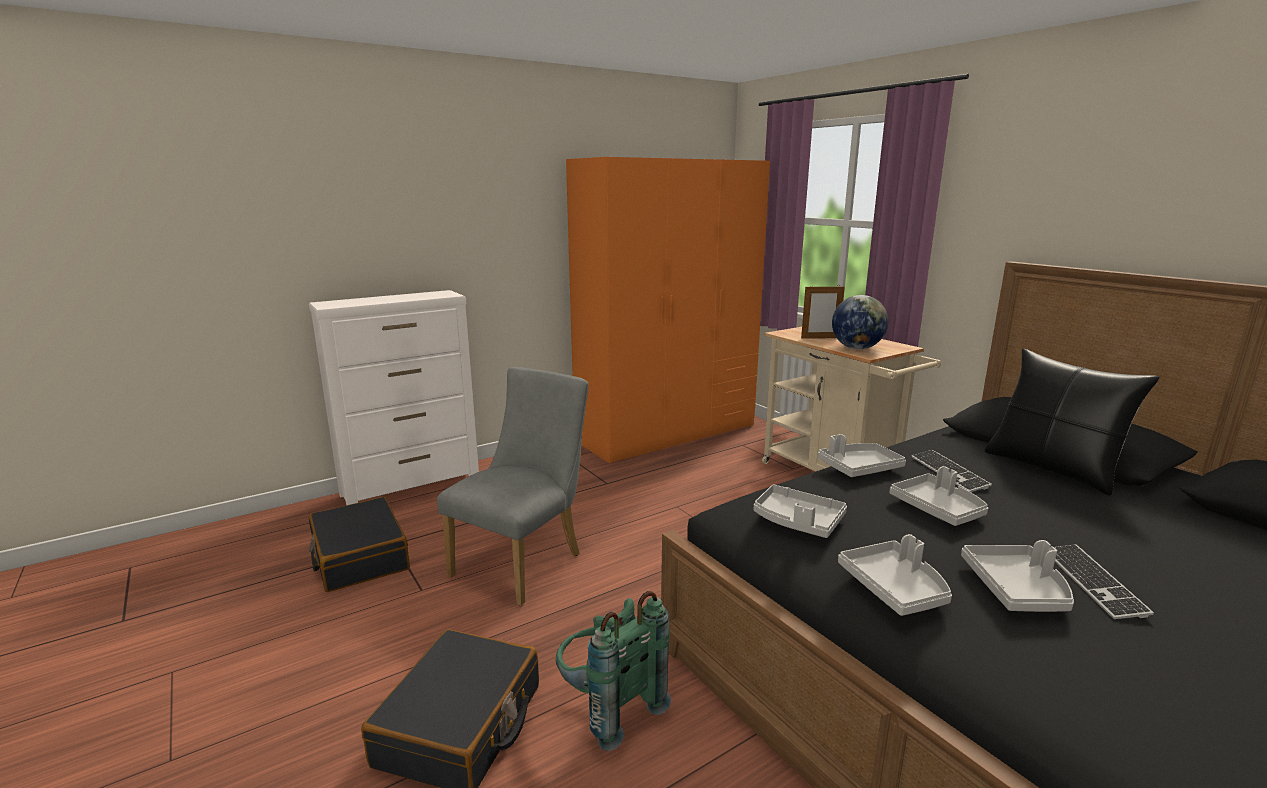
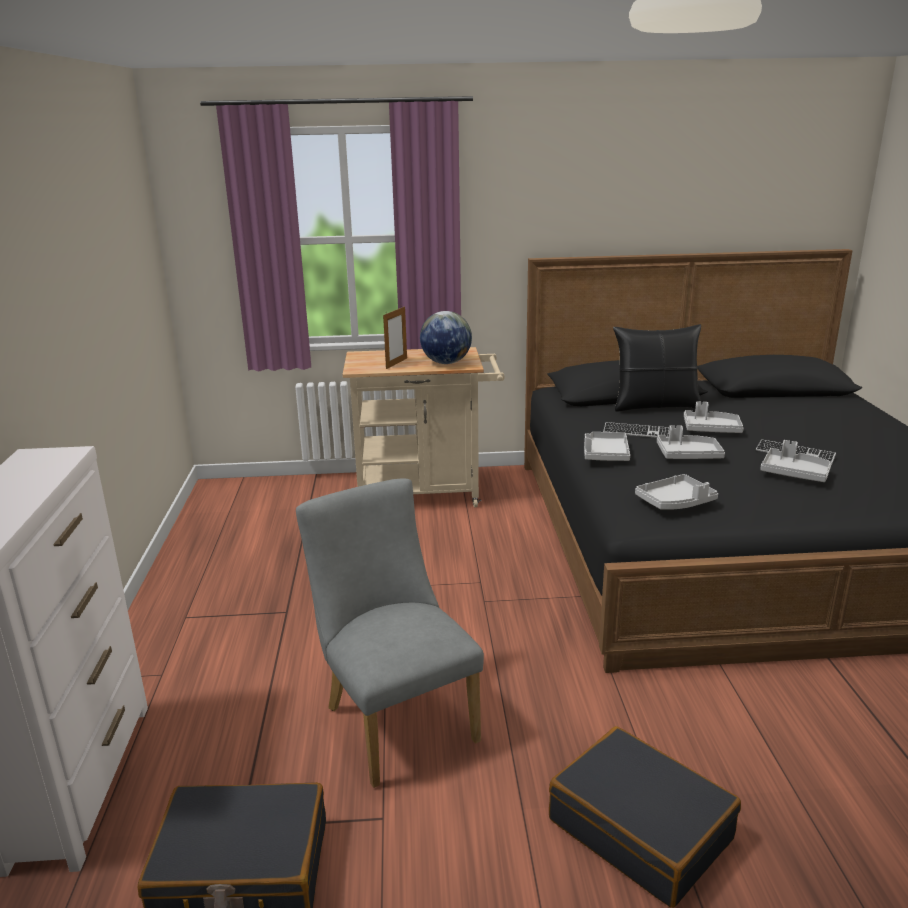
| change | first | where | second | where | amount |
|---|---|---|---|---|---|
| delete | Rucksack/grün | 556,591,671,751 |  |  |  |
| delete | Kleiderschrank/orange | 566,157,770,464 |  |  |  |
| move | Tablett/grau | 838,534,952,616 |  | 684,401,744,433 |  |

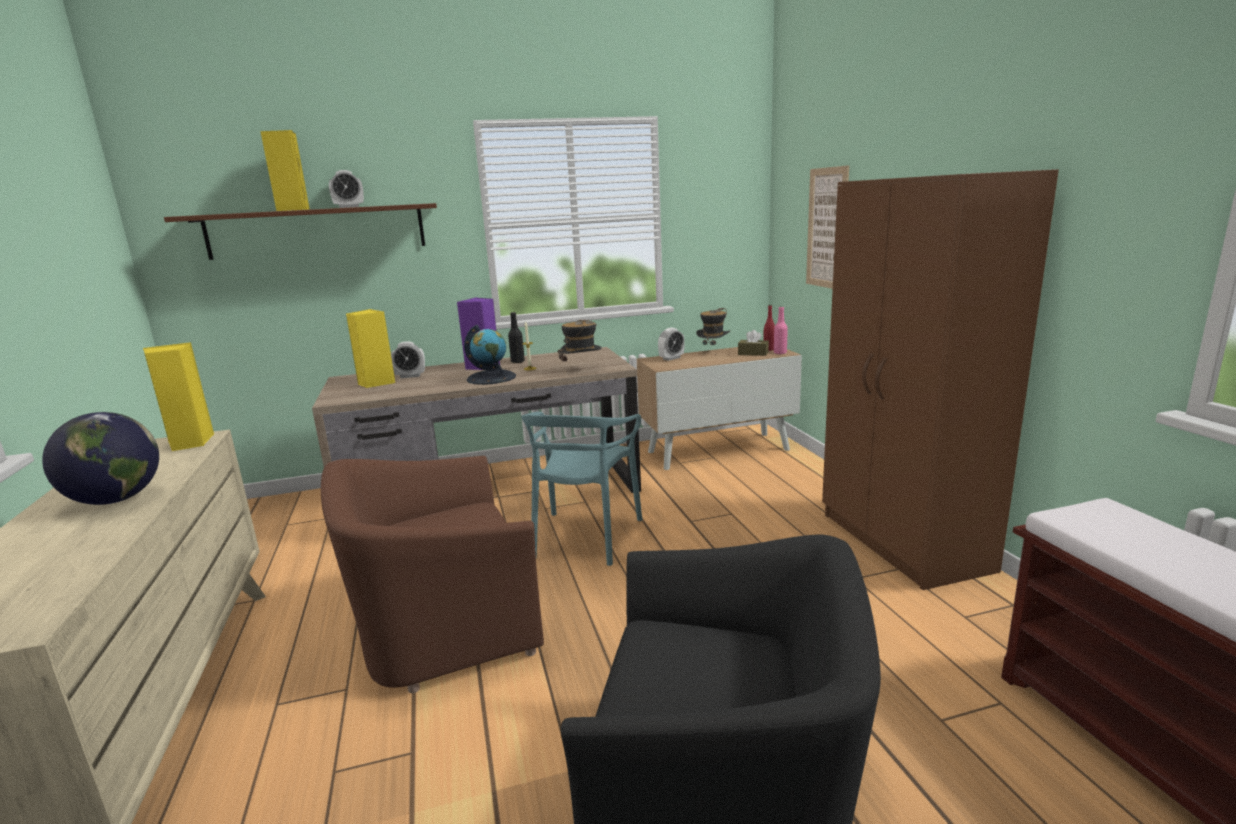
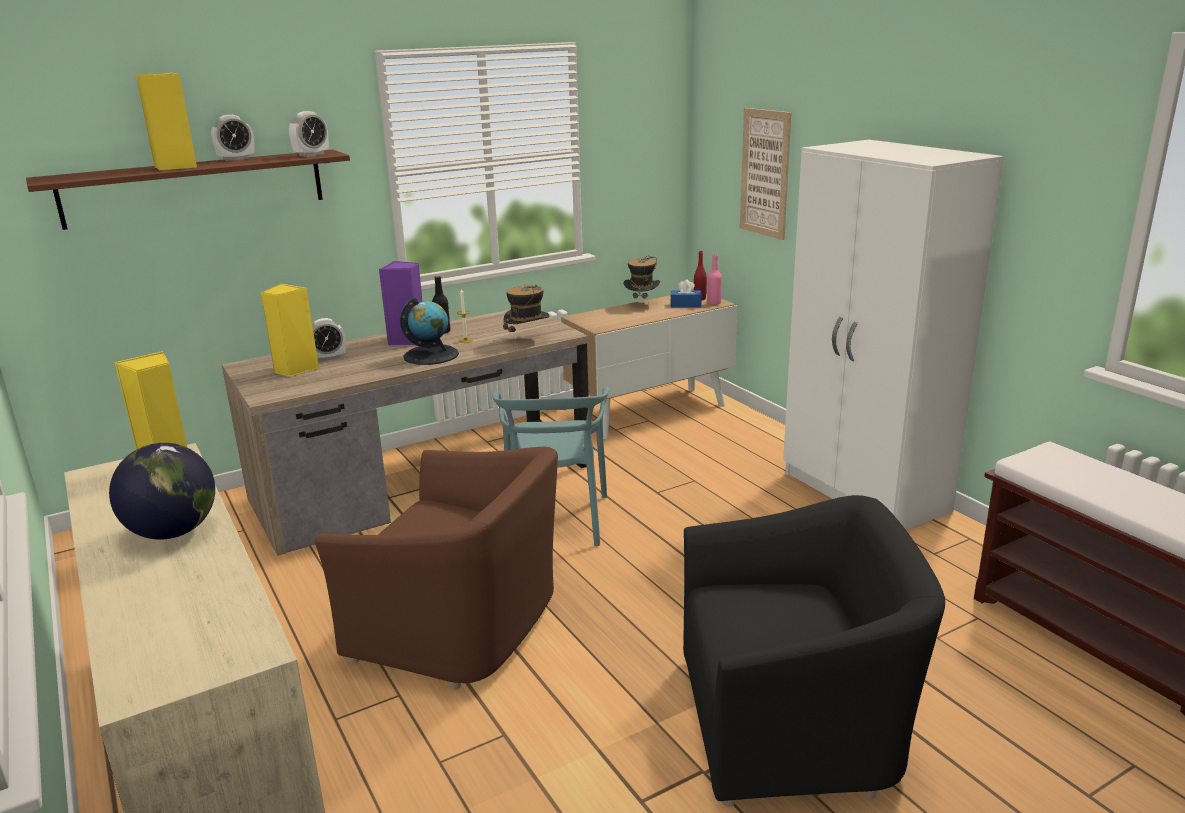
| change | first | where | second | where | amount |
|---|---|---|---|---|---|
| move | Wecker | 658,328,685,361 |  | 289,111,329,157 |  |
| recolor | Taschentuchbox/braun | 738,330,769,356 | Taschentuchbox/blau | 670,279,702,308 |  |
| recolor | Kleiderschrank/braun | 822,169,1059,590 | Kleiderschrank/weiß | 783,140,1004,530 |  |
| rotate | Sessel/braun | 321,456,544,693 |  | 315,447,558,690 | 120 degrees counterclockwise |

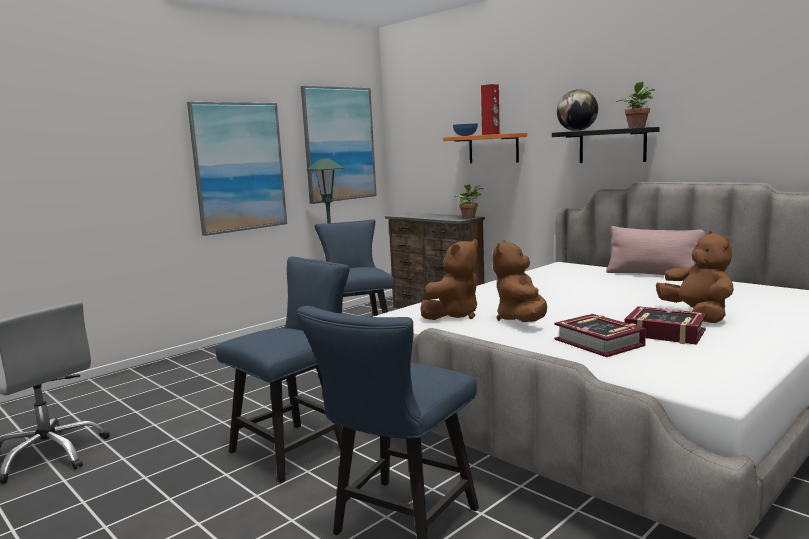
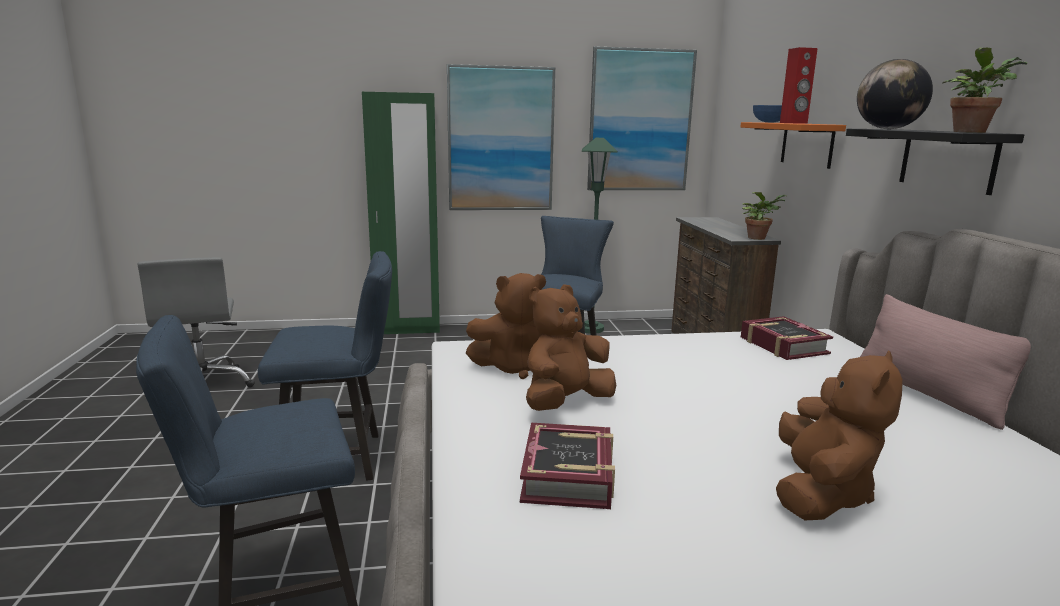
| change | first | where | second | where | amount |
|---|---|---|---|---|---|
| insert |  |  | Kleiderschrank/grün | 362,92,440,334 |  |
| move | Buch | 625,306,707,345 |  | 741,316,833,360 |  |

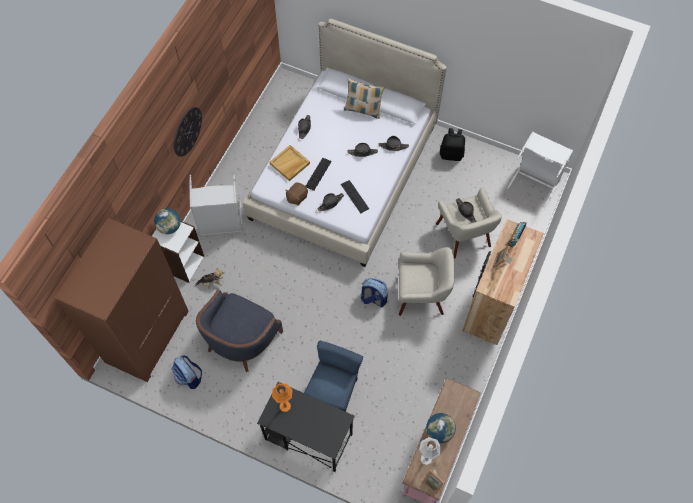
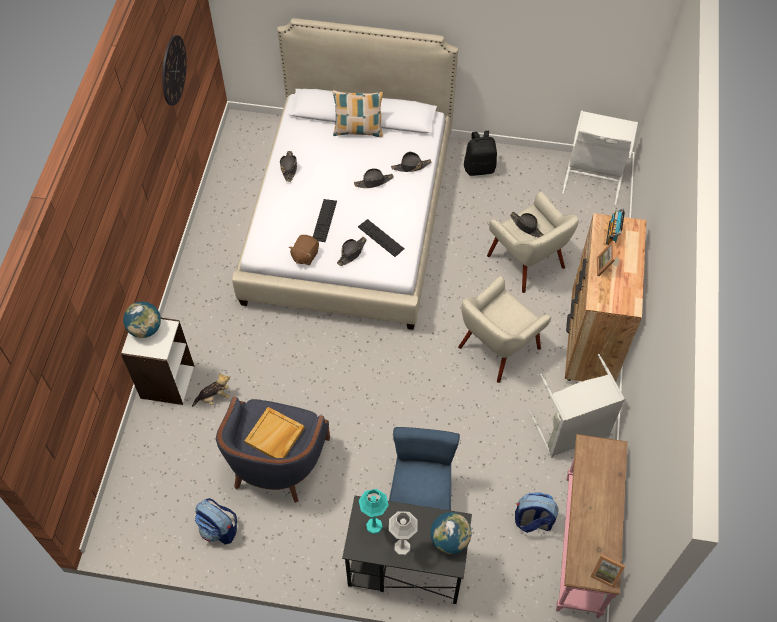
| change | first | where | second | where | amount |
|---|---|---|---|---|---|
| delete | Kleiderschrank/braun | 55,218,189,382 |  |  |  |
| move | Wanduhr | 174,107,202,157 |  | 162,35,187,106 |  |
| move | Wäschekorb/grau | 189,171,243,236 |  | 530,354,625,458 |  |
| move | Tablett/beige | 269,145,310,181 |  | 245,407,305,458 |  |
| move | Rucksack | 361,278,388,307 |  | 515,492,558,533 |  |
| move | Tischlampe/grau | 419,437,441,465 |  | 389,511,418,555 |  |
| move | Globus | 426,413,456,443 |  | 431,512,471,554 |  |
| recolor | Tischlampe/orange | 272,384,292,412 | Tischlampe/türkis | 359,489,389,534 |  |
| rotate | Sessel/beige | 399,247,455,316 |  | 458,276,551,383 | 150 degrees clockwise |

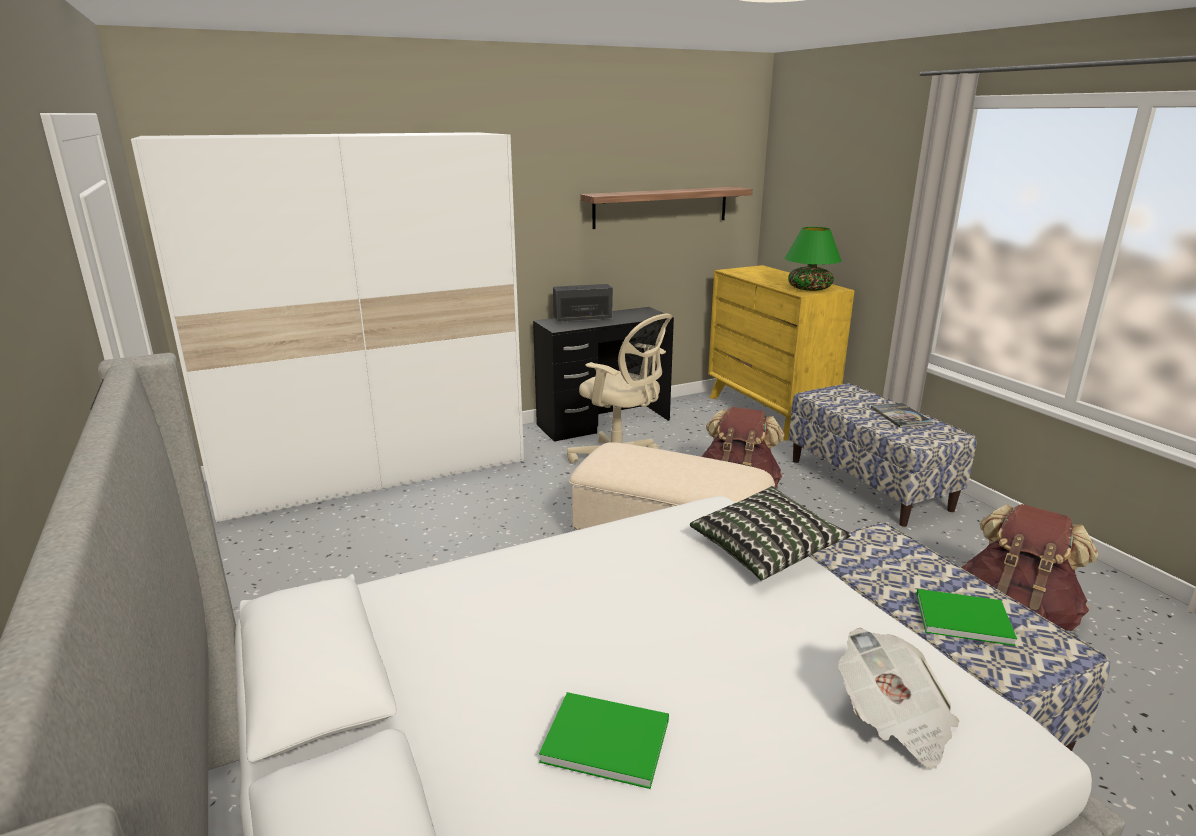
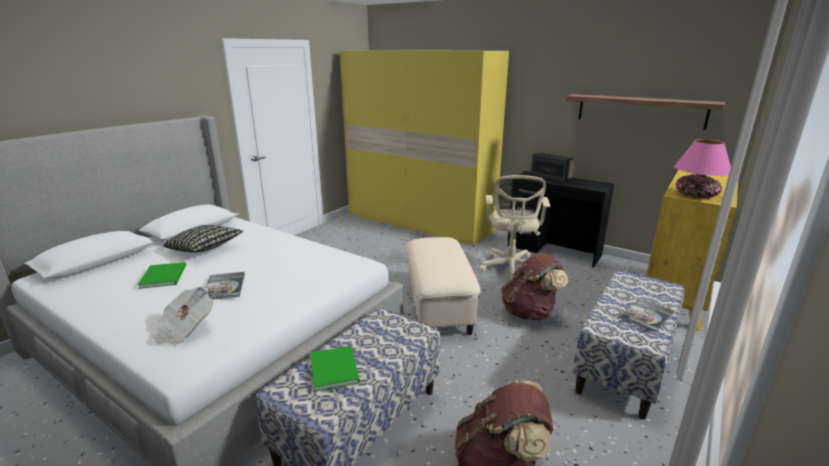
| change | first | where | second | where | amount |
|---|---|---|---|---|---|
| insert |  |  | Buch | 206,272,245,300 |  |
| move | Kissen | 690,486,851,581 |  | 163,225,243,253 |  |
| recolor | Kleiderschrank/weiß | 131,132,524,522 | Kleiderschrank/gelb | 340,50,509,246 |  |
| recolor | Tischlampe/grün | 785,227,842,291 | Tischlampe/rosa | 674,139,731,198 |  |

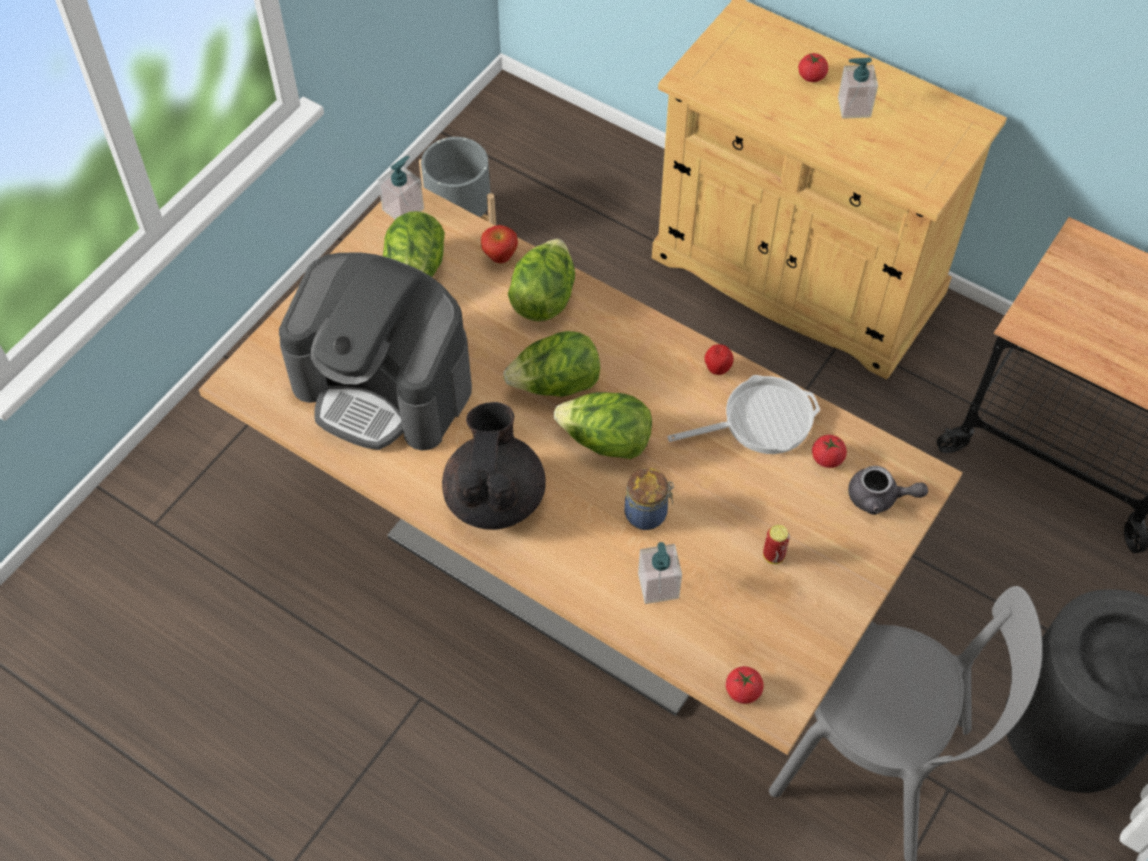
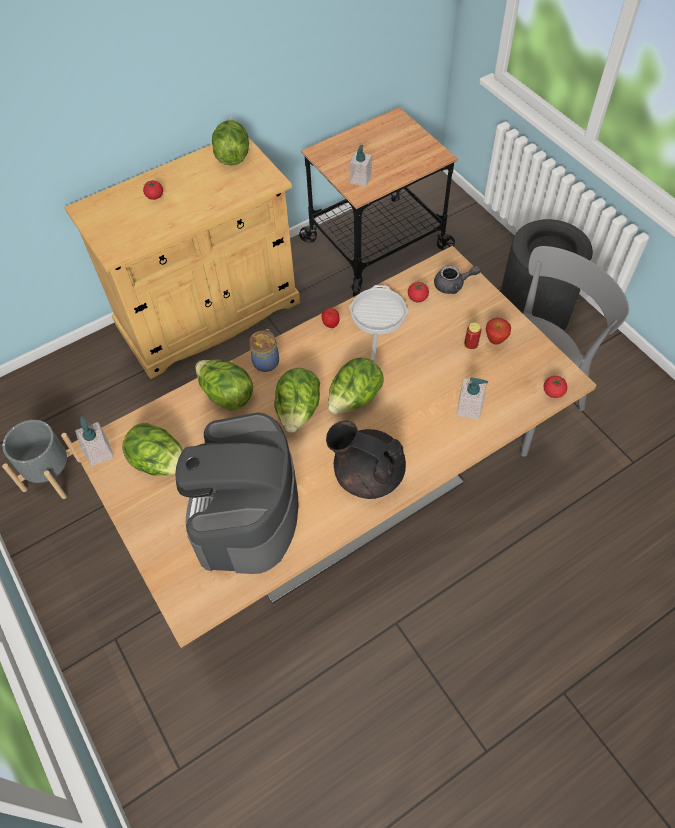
| change | first | where | second | where | amount |
|---|---|---|---|---|---|
| insert |  |  | Salatkopf | 212,119,249,166 |  |
| move | Apfel | 481,225,518,263 |  | 486,318,511,345 |  |
| move | Vorratsglas | 625,468,674,530 |  | 249,329,279,372 |  |
| move | Seifenspender | 838,57,878,119 |  | 350,145,372,187 |  |
| rotate | Kaffeemaschine | 279,252,472,451 |  | 175,412,299,574 | 135 degrees clockwise |
| rotate | Teekanne/grau | 848,466,928,515 |  | 434,265,481,294 | 45 degrees clockwise |

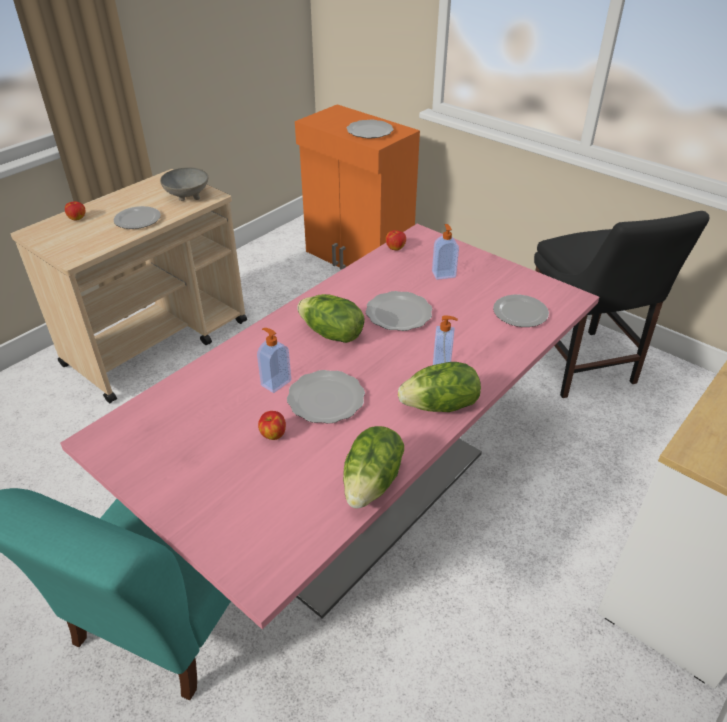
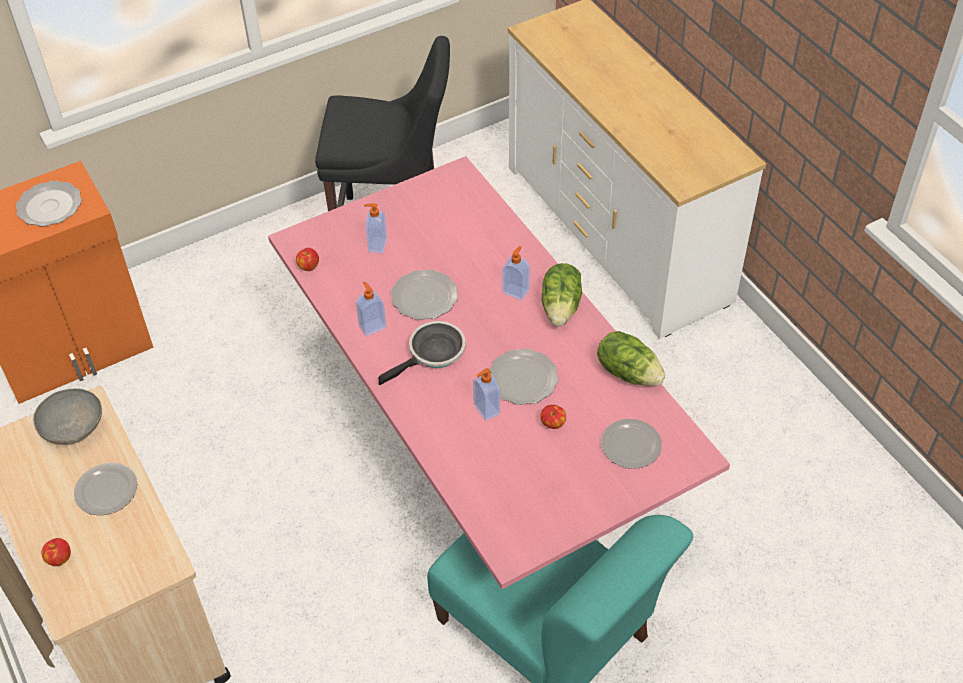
| change | first | where | second | where | amount |
|---|---|---|---|---|---|
| insert |  |  | Seifenspender | 356,282,386,336 |  |
| move | Teller | 493,295,549,327 |  | 601,419,662,469 |  |
| replace | Salatkopf | 297,294,365,343 | Pfanne | 378,321,466,385 |  |

